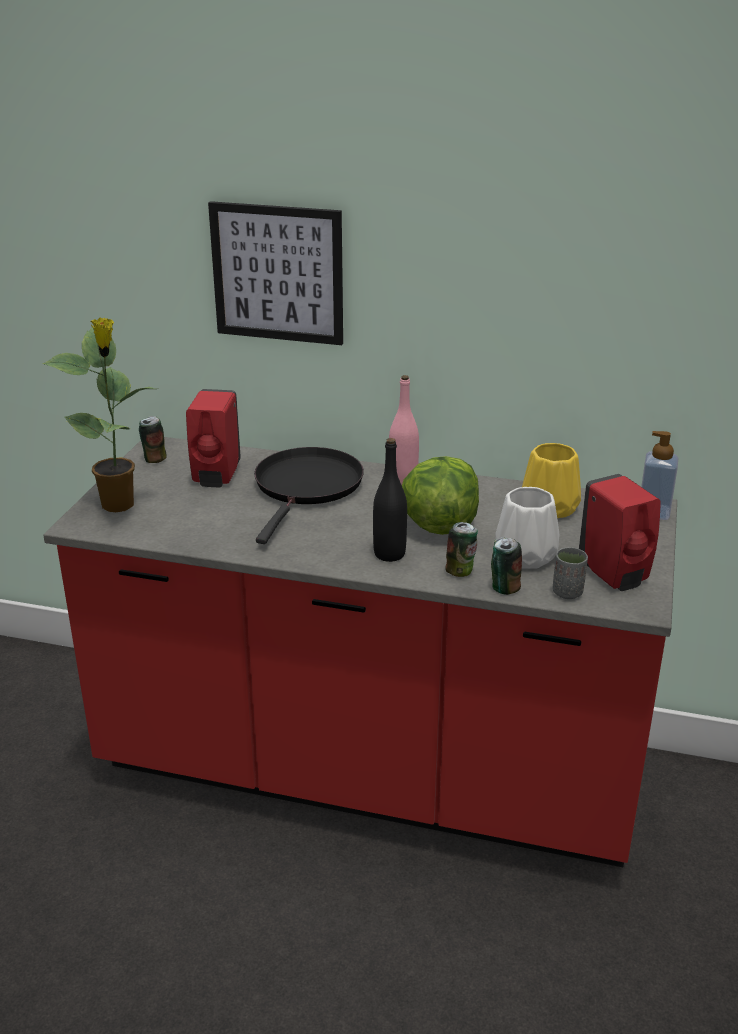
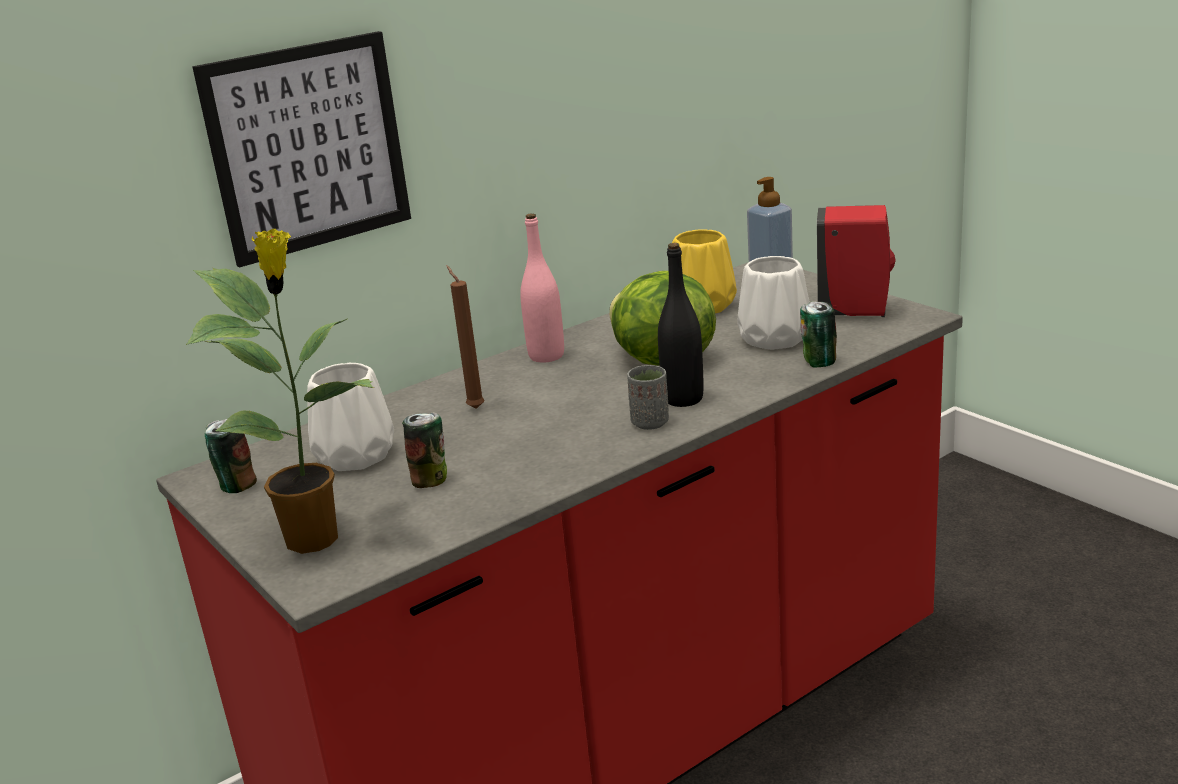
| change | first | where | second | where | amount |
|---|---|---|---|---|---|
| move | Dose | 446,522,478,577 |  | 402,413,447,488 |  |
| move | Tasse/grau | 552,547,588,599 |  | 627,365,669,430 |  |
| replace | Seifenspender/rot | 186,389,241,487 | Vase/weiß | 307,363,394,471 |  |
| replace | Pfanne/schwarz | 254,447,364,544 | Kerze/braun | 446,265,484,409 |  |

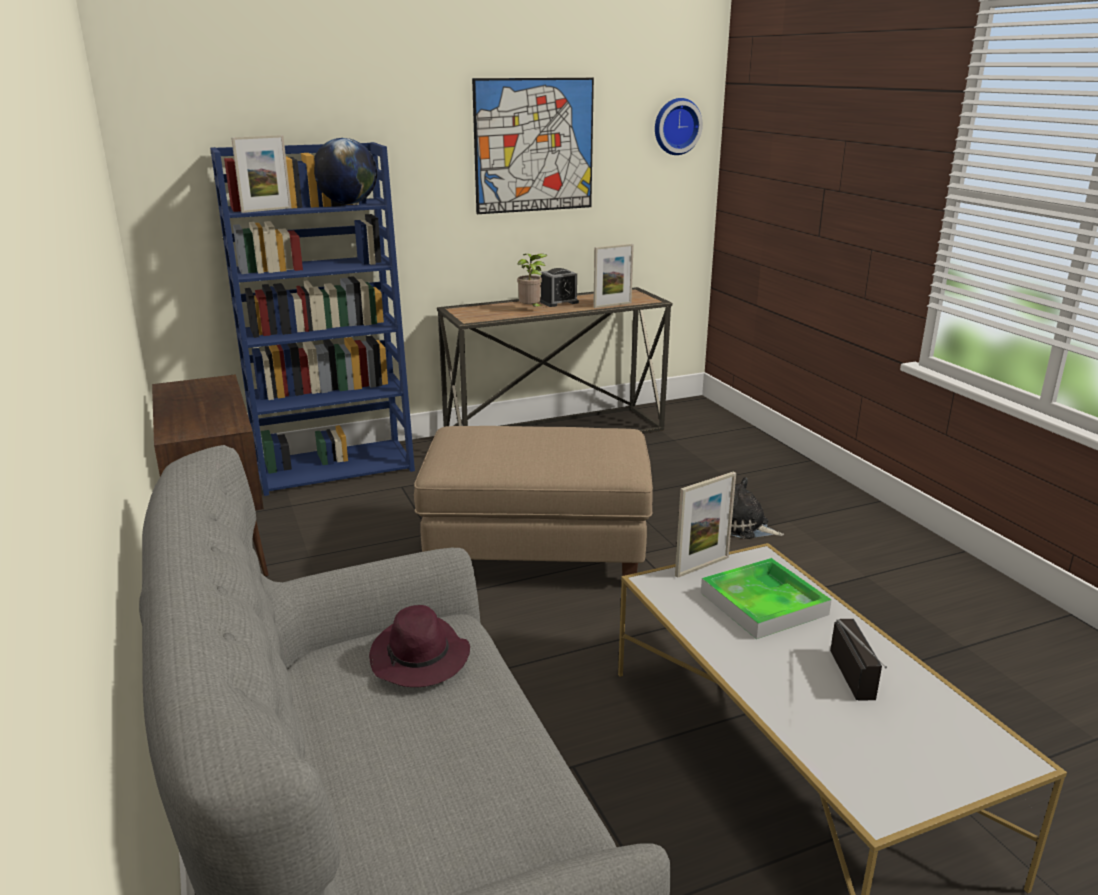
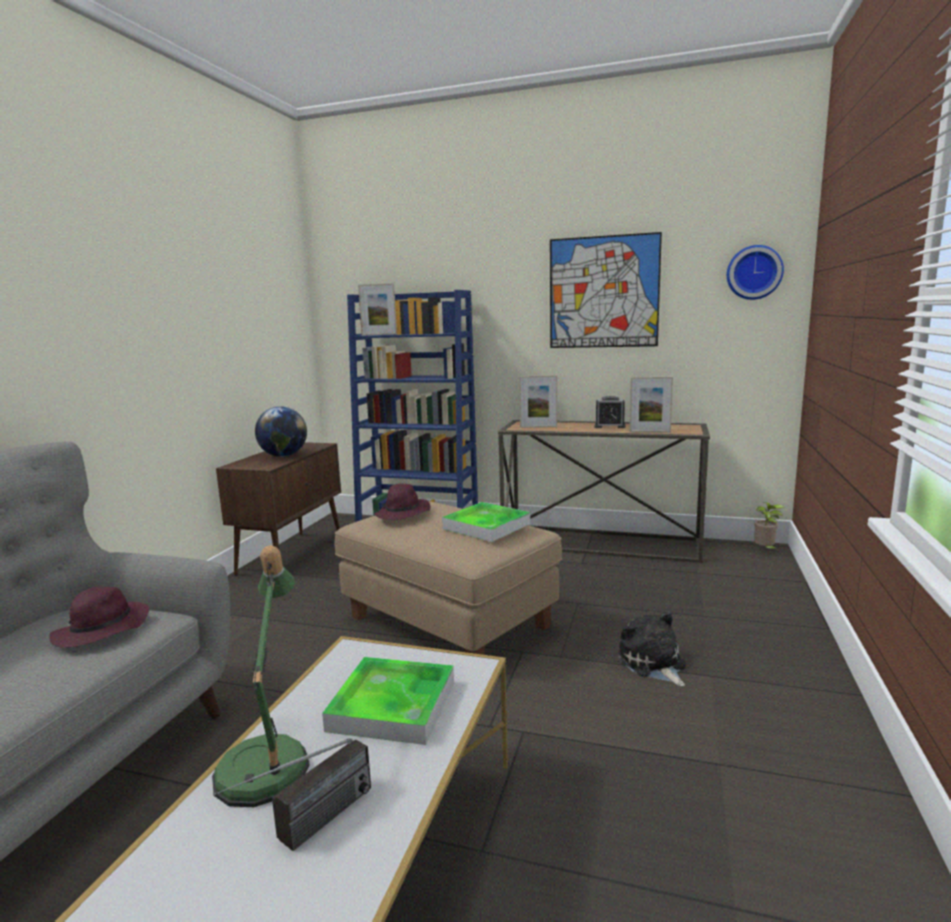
| change | first | where | second | where | amount |
|---|---|---|---|---|---|
| insert |  |  | Tischlampe | 212,545,310,807 |  |
| insert |  |  | Hut/lila | 374,483,430,520 |  |
| insert |  |  | Tablett | 442,502,530,542 |  |
| move | Globus | 314,138,377,204 |  | 255,407,307,457 |  |
| move | Topfpflanze | 517,253,547,307 |  | 754,502,784,549 |  |
| move | Bilderrahmen | 675,472,736,578 |  | 519,375,557,428 |  |

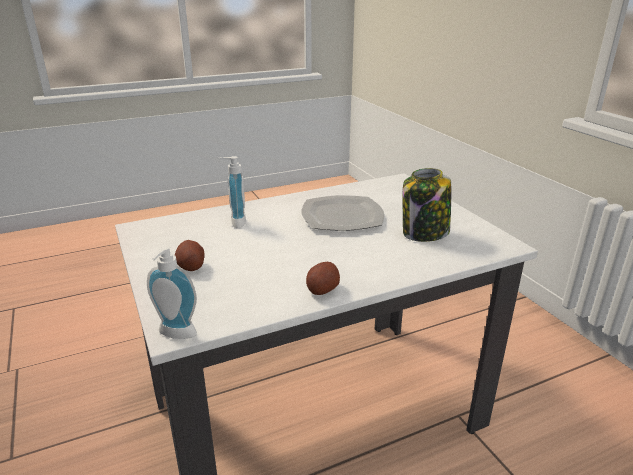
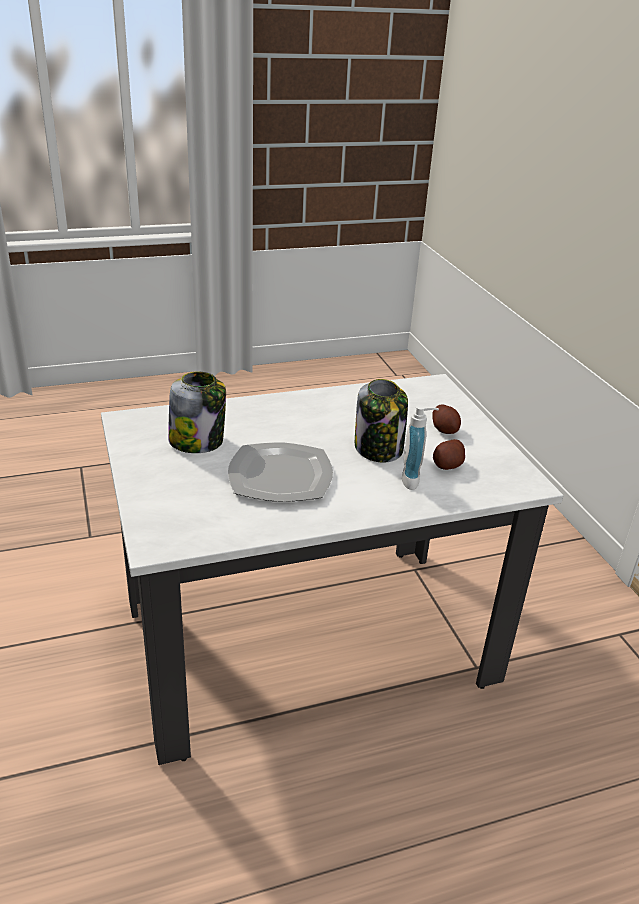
| change | first | where | second | where | amount |
|---|---|---|---|---|---|
| delete | Seifenspender | 147,245,197,339 |  |  |  |
| insert |  |  | Vorratsglas | 355,379,408,463 |  |
| move | Kartoffel | 306,262,340,295 |  | 433,439,465,470 |  |

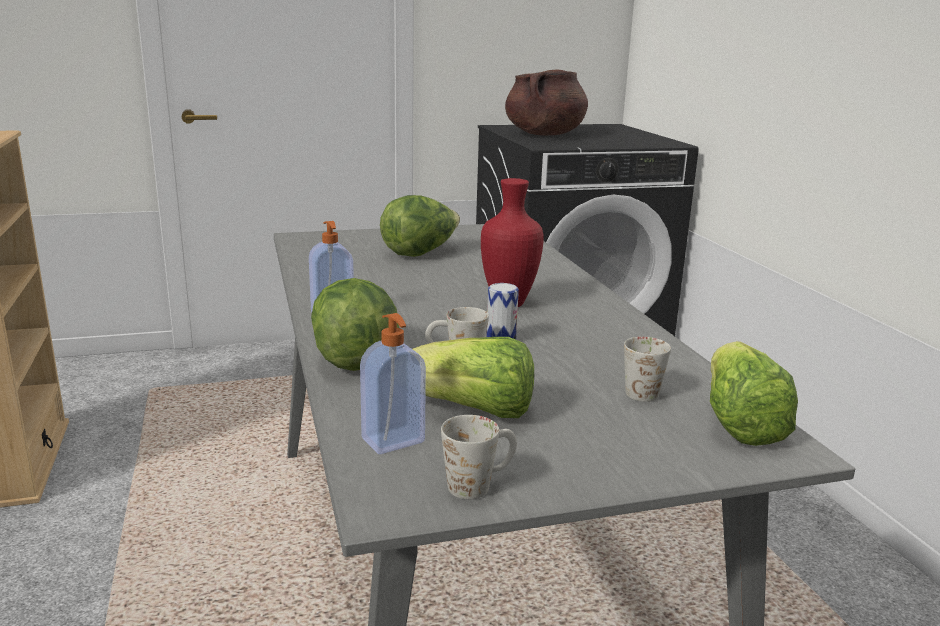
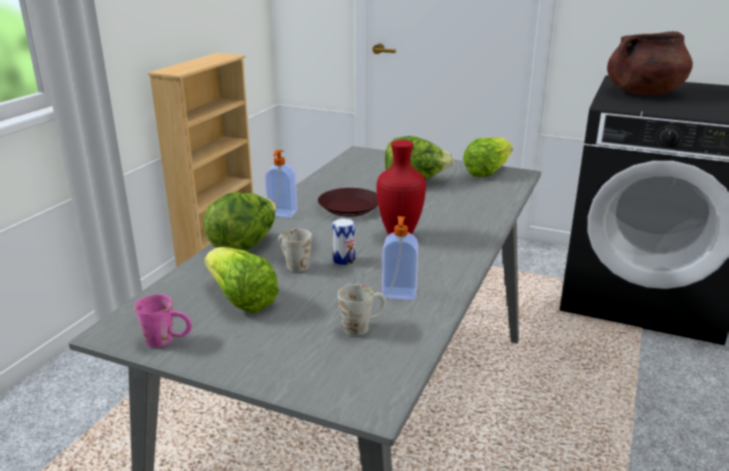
| change | first | where | second | where | amount |
|---|---|---|---|---|---|
| insert |  |  | Teller/braun | 318,188,378,216 |  |
| move | Seifenspender | 360,313,426,454 |  | 382,216,418,300 |  |
| move | Salatkopf | 710,341,798,446 |  | 463,137,513,177 |  |
| recolor | Henkelbecher/weiß | 441,415,517,499 | Henkelbecher/rosa | 134,294,192,348 |  |

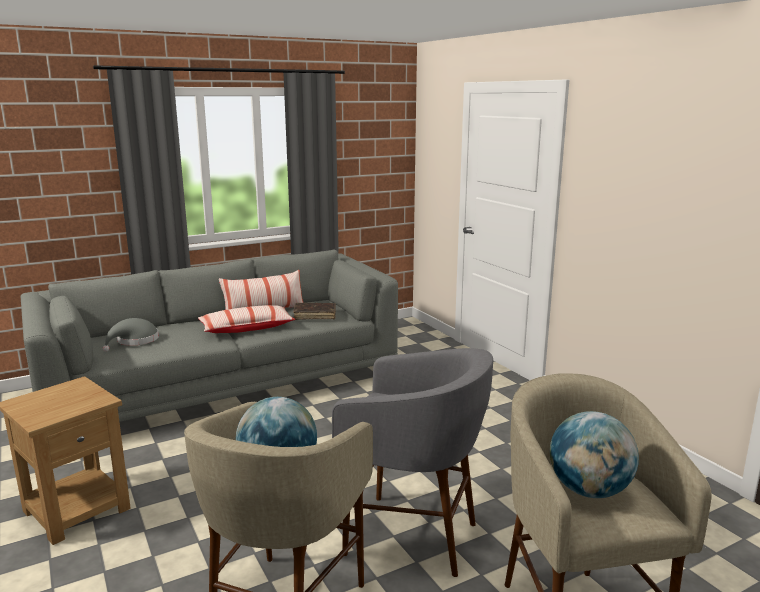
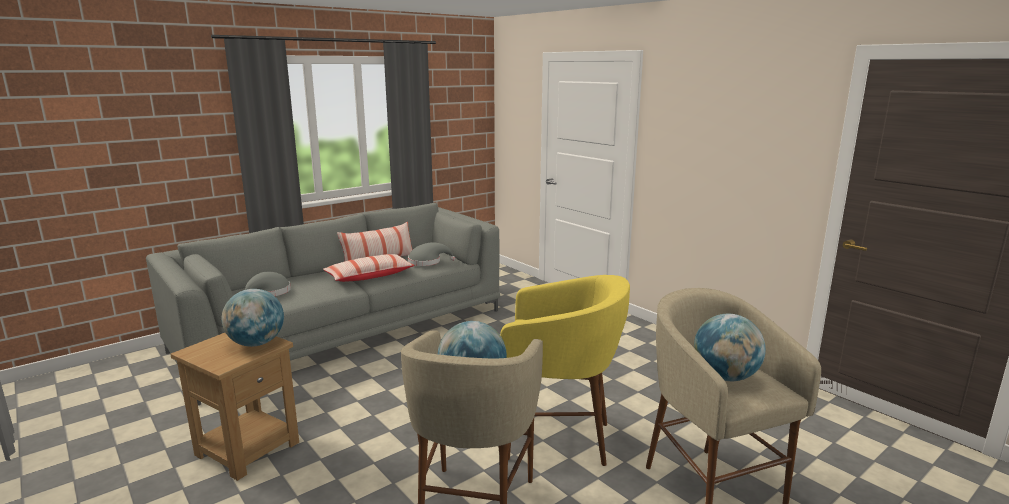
| change | first | where | second | where | amount |
|---|---|---|---|---|---|
| insert |  |  | Globus | 221,289,284,347 |  |
| replace | Buch/braun | 293,303,336,320 | Hut/grau | 408,243,456,266 |  |
| recolor | Hocker/grau | 332,348,493,577 | Hocker/gelb | 500,275,630,466 |  |

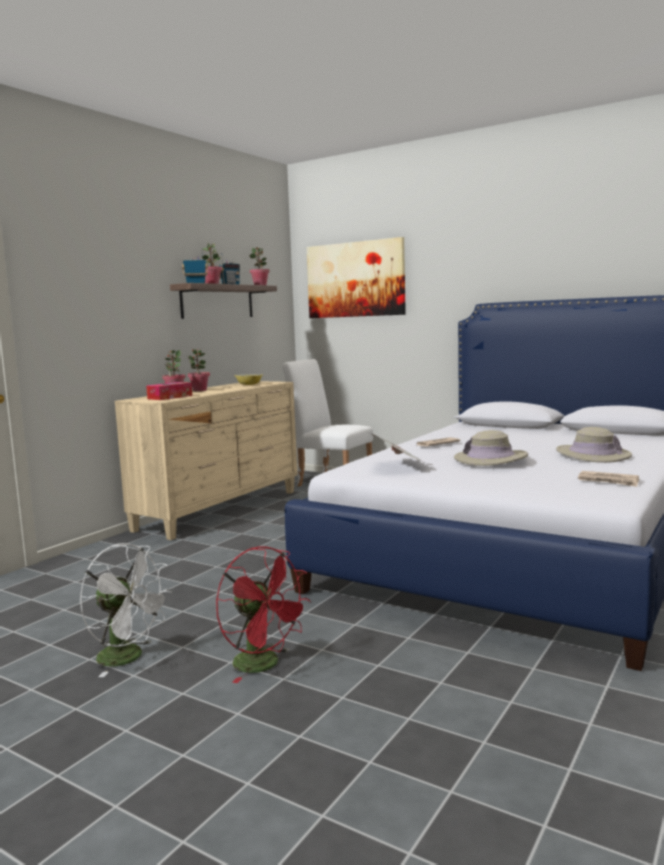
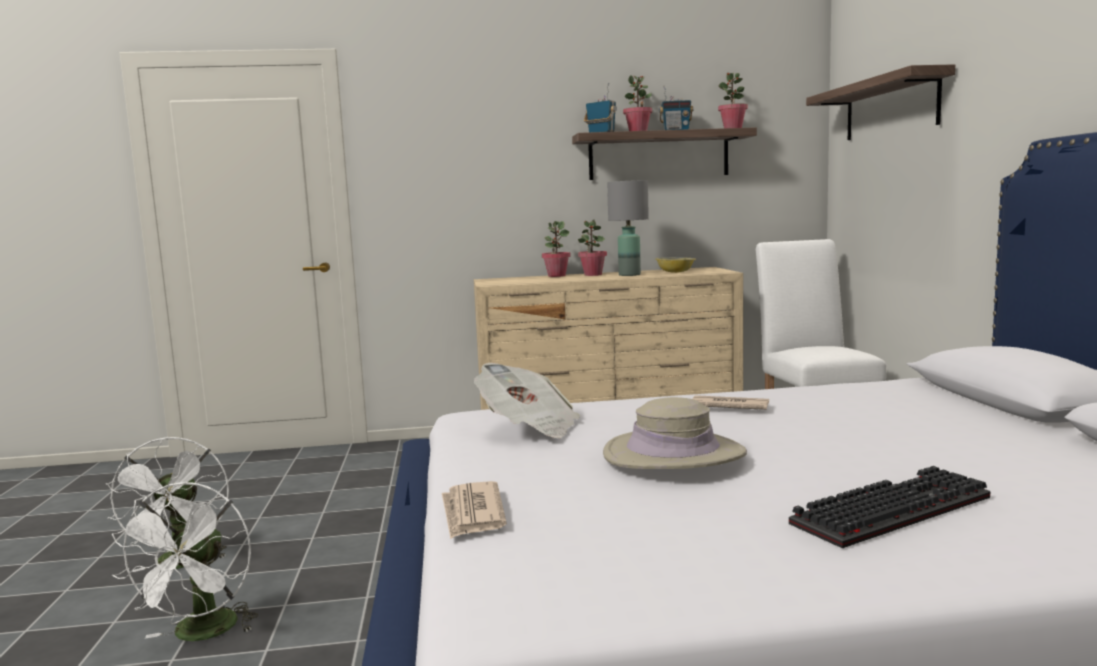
| change | first | where | second | where | amount |
|---|---|---|---|---|---|
| delete | Taschentuchbox | 146,382,192,400 |  |  |  |
| insert |  |  | Tischlampe/grau | 607,180,649,276 |  |
| move | Zeitung | 578,471,639,487 |  | 442,481,507,539 |  |
| replace | Bild | 307,237,406,318 | Wandregal | 806,64,955,140 |  |
| replace | Hut/beige | 556,427,632,463 | Tastatur | 789,466,990,548 |  |
| recolor | Ventilator/rot | 216,546,311,683 | Ventilator/weiß | 112,481,259,641 |  |

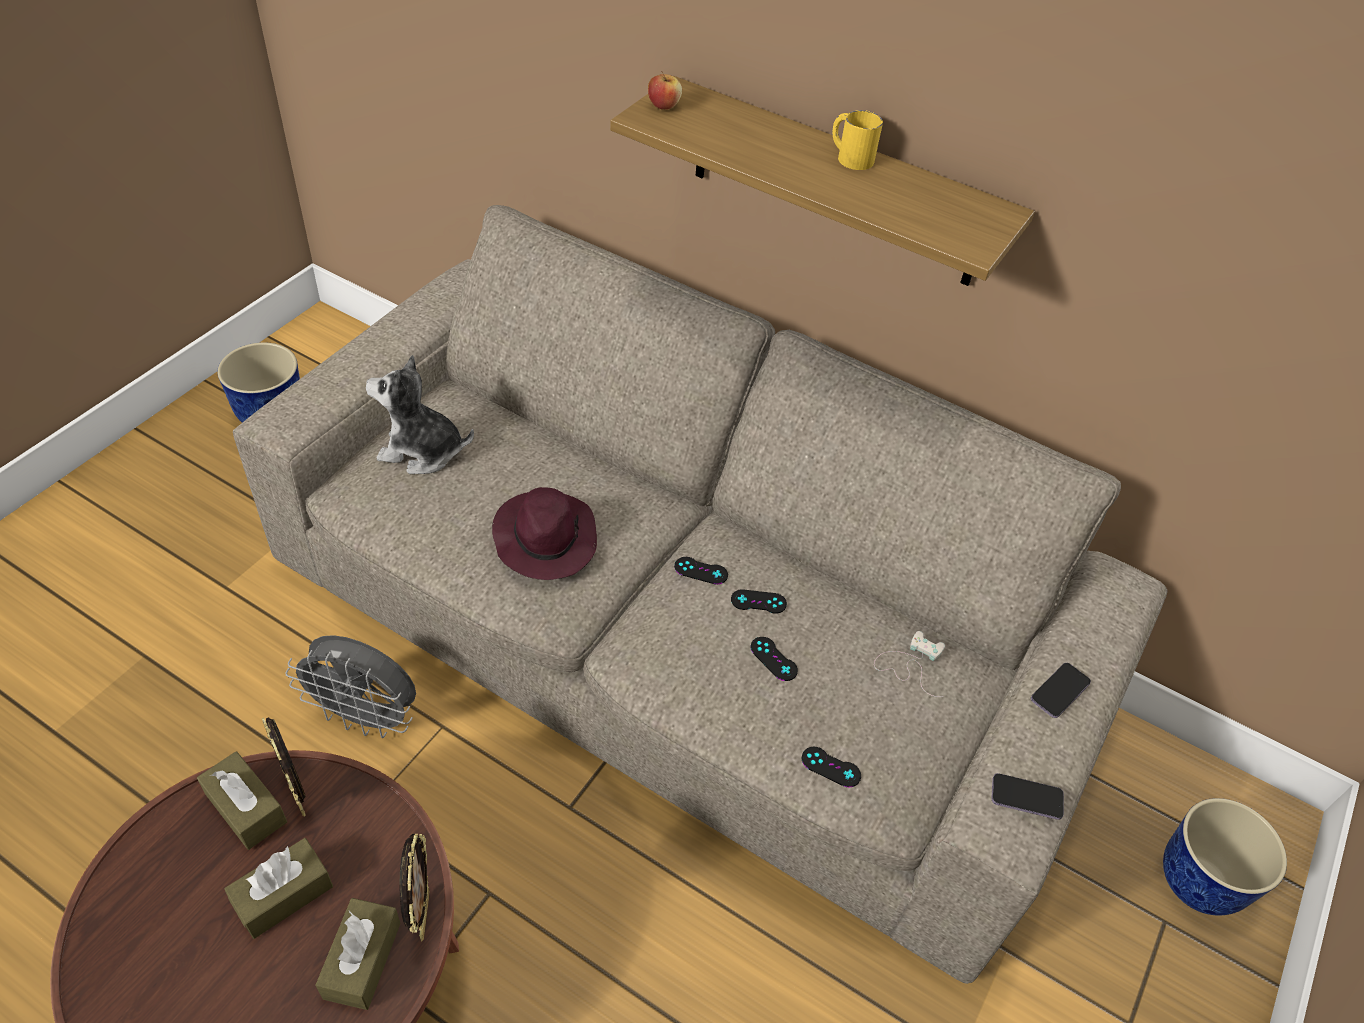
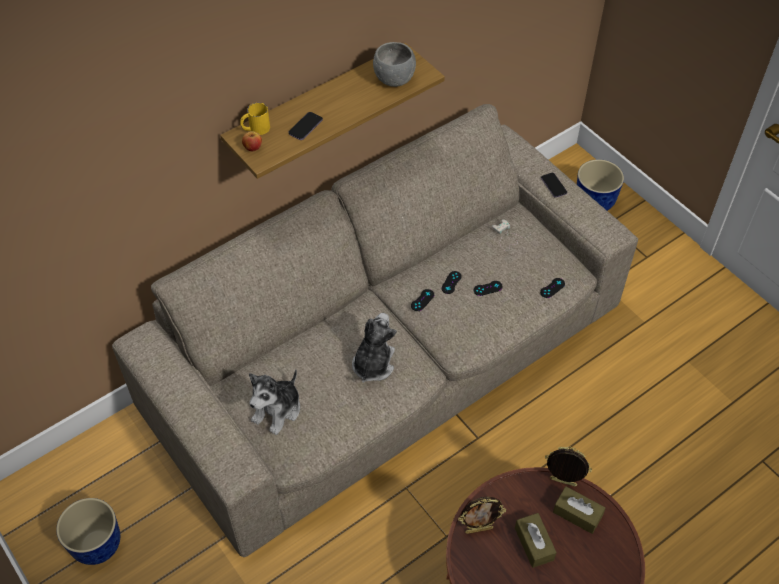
| change | first | where | second | where | amount |
|---|---|---|---|---|---|
| delete | Taschentuchbox/braun | 197,751,287,850 |  |  |  |
| delete | Ventilator/grau | 285,635,416,738 |  |  |  |
| insert |  |  | Schüssel/grau | 373,42,416,87 |  |
| move | Henkelbecher/gelb | 832,110,883,170 |  | 240,103,270,135 |  |
| move | Handy | 992,773,1064,820 |  | 288,112,323,140 |  |
| replace | Hut/lila | 492,487,597,580 | Plüschtier | 352,313,397,383 |  |

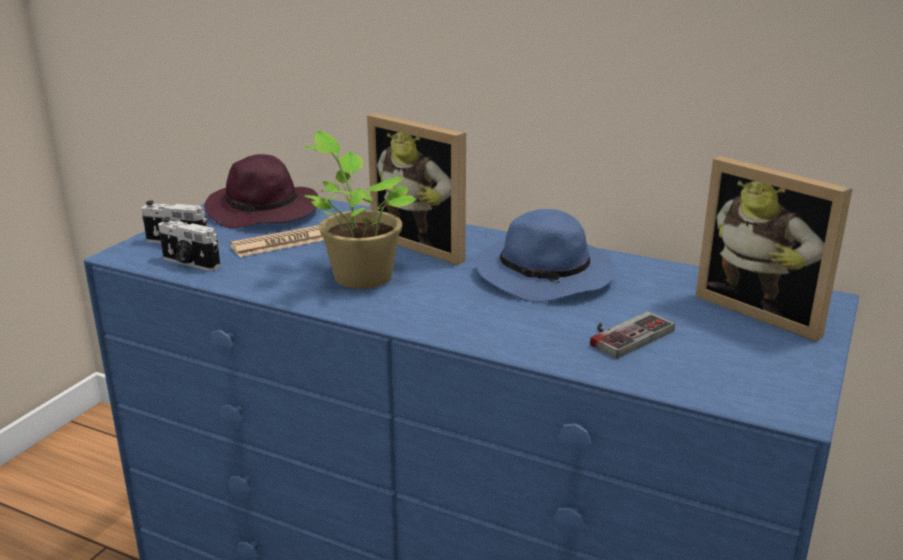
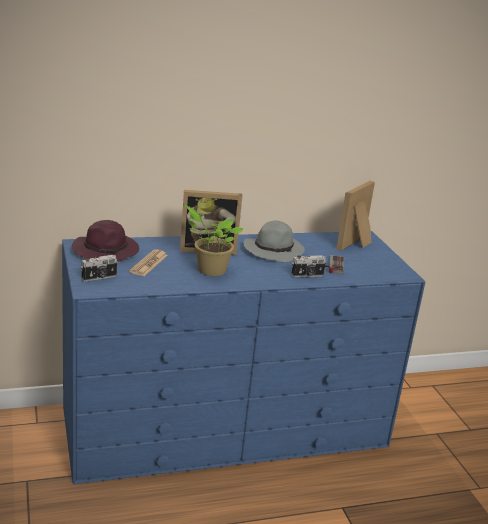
| change | first | where | second | where | amount |
|---|---|---|---|---|---|
| move | Kamera | 158,217,221,271 |  | 291,255,326,277 |  |
| recolor | Hut/blau | 475,209,615,302 | Hut/grau | 244,220,305,263 |  |
| rotate | Bilderrahmen | 696,156,852,342 |  | 336,181,375,251 | 120 degrees clockwise |

